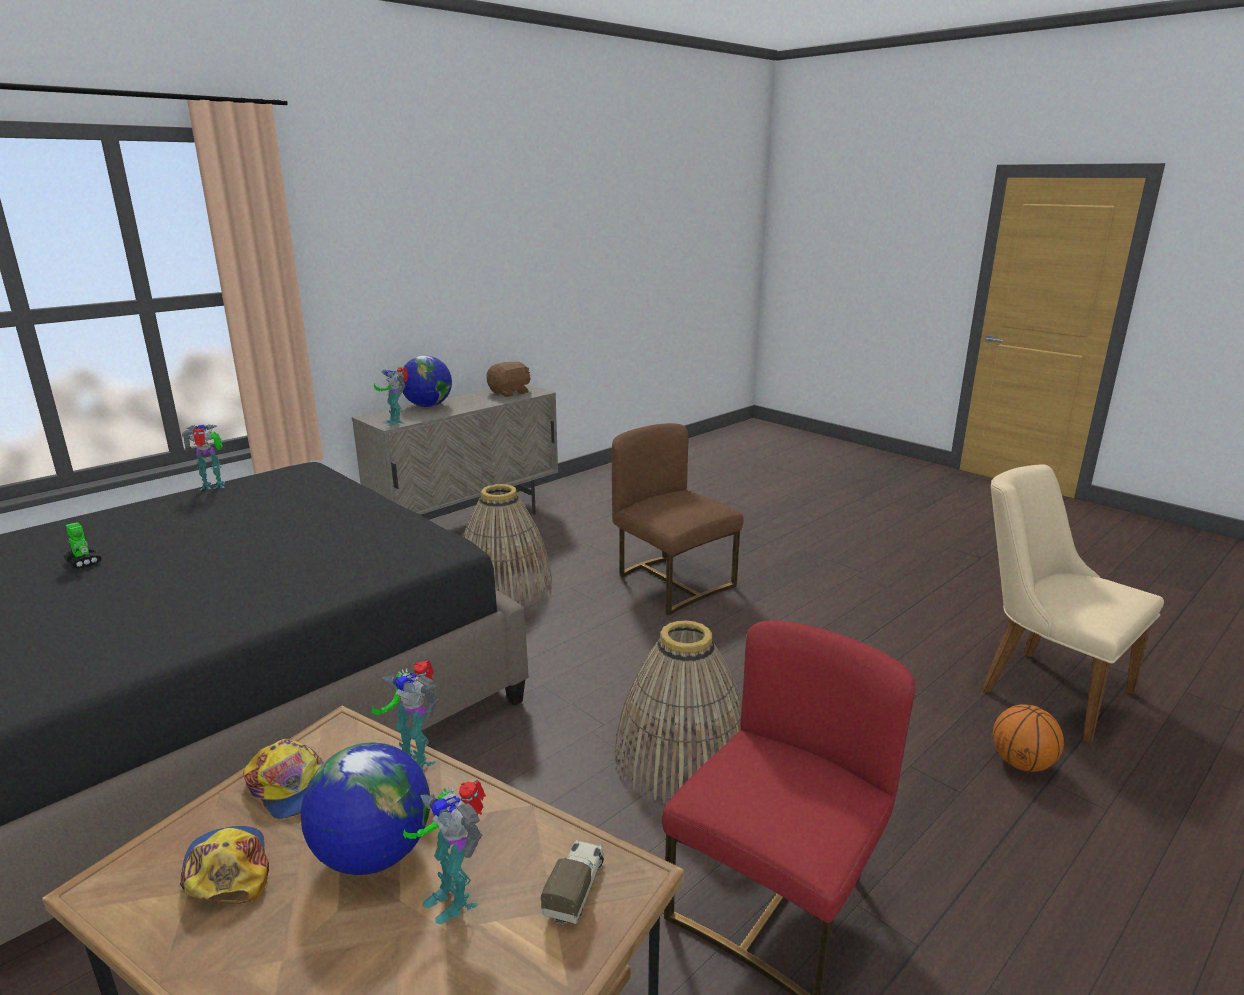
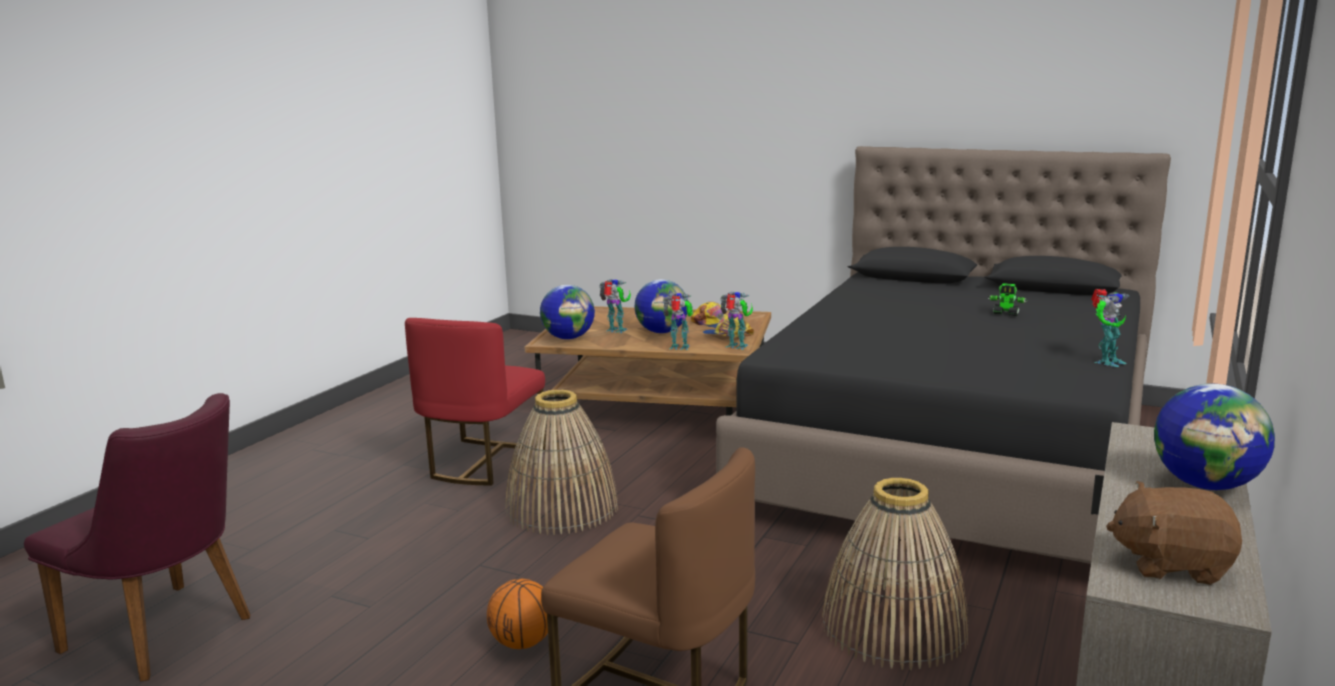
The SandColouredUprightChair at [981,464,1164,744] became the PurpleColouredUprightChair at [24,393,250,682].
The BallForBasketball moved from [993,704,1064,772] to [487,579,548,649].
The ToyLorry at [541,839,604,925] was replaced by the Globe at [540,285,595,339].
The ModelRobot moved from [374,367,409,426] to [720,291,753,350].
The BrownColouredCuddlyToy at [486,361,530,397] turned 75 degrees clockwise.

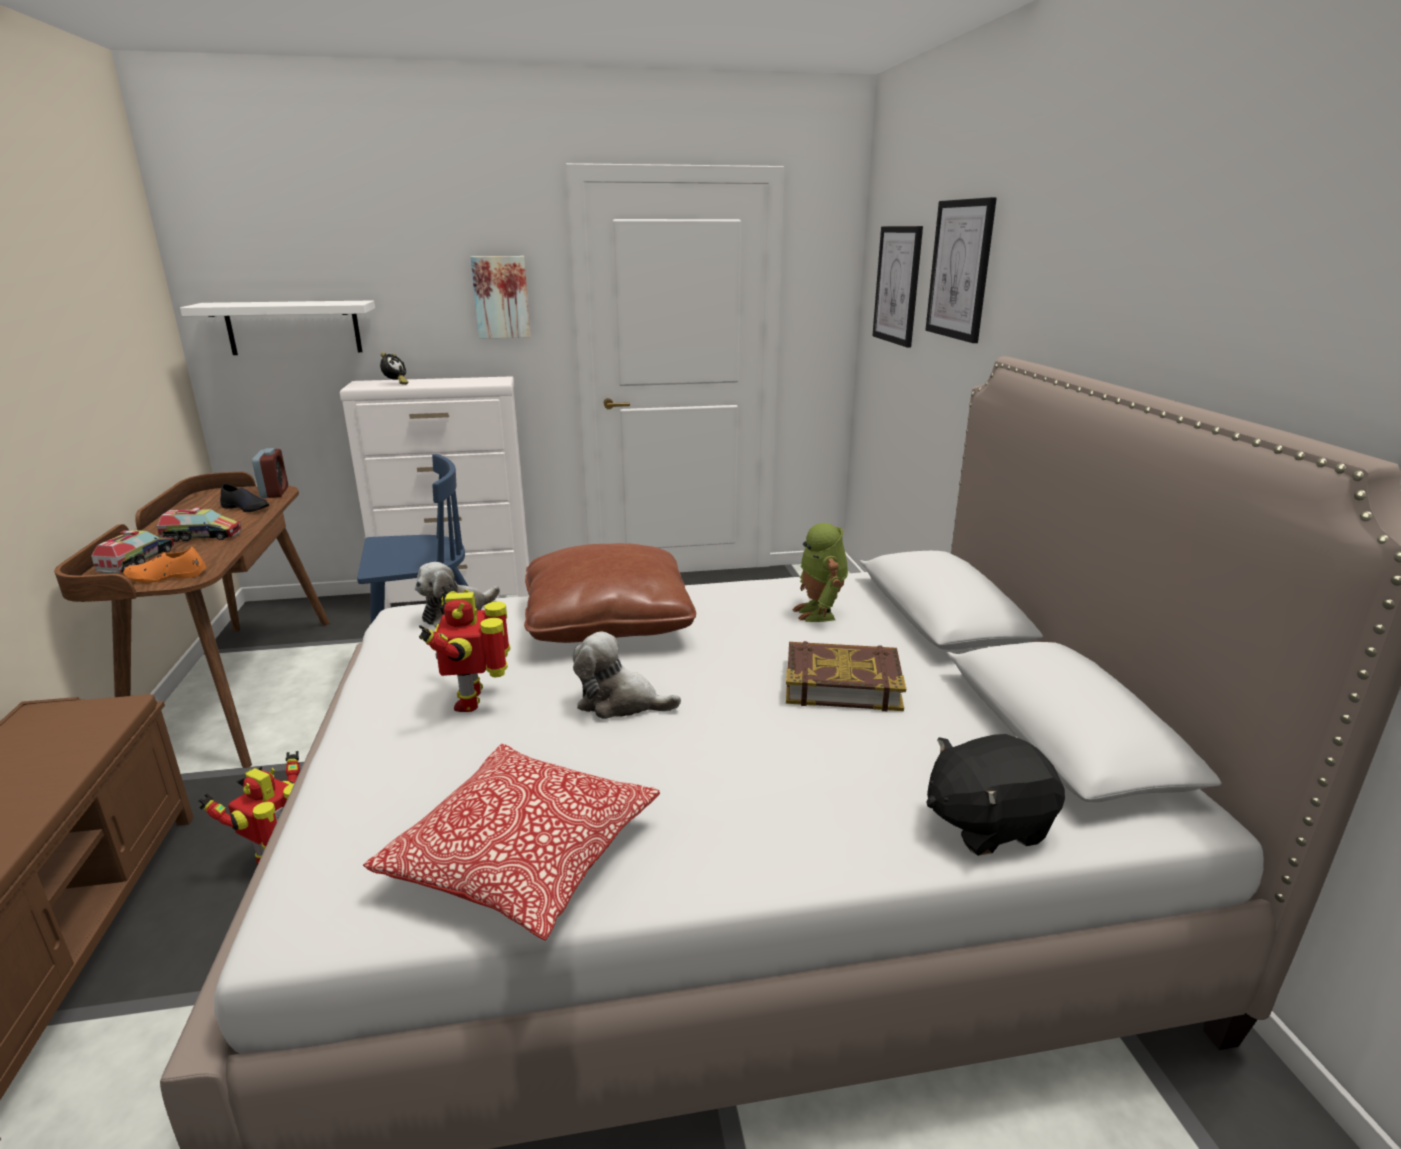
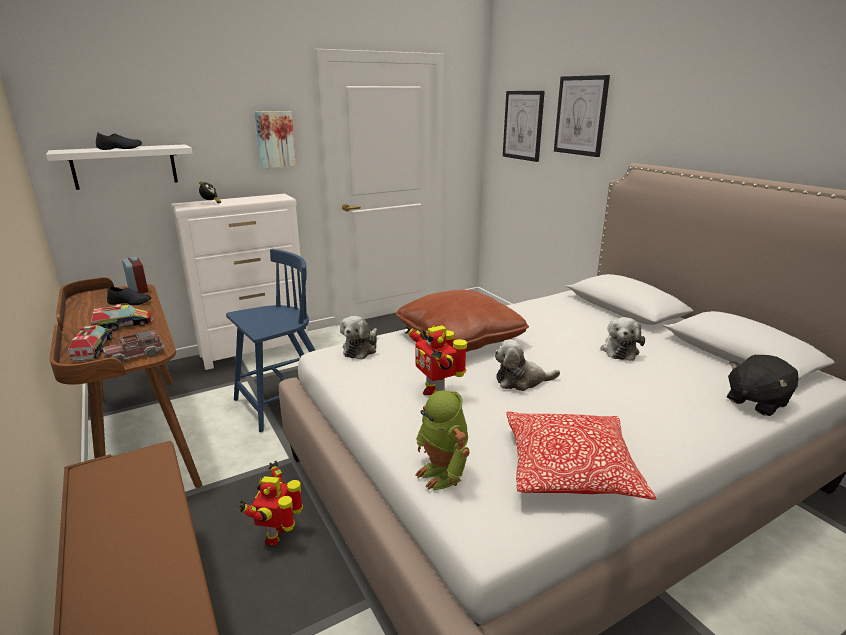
The BlackishLowShoe at [96,132,142,150] appeared.
The OrangeColouredLowShoe at [123,547,206,583] was replaced by the ToyLorry at [103,329,164,364].
The ModelRobot moved from [792,523,848,622] to [415,390,470,490].
The BoundBook at [786,641,906,711] was replaced by the CuddlyToy at [600,317,645,361].

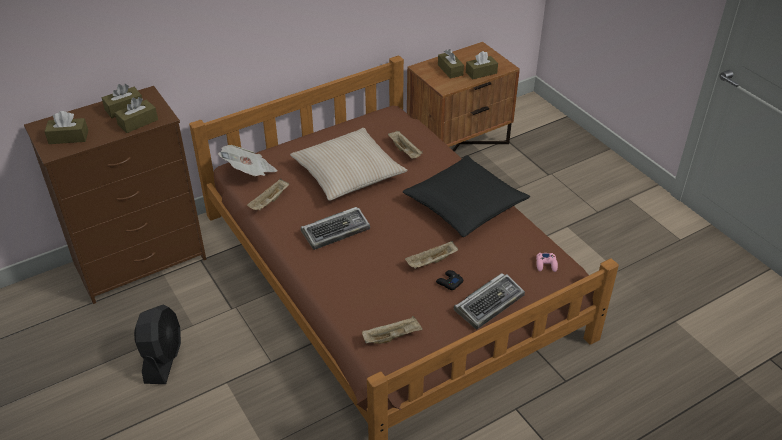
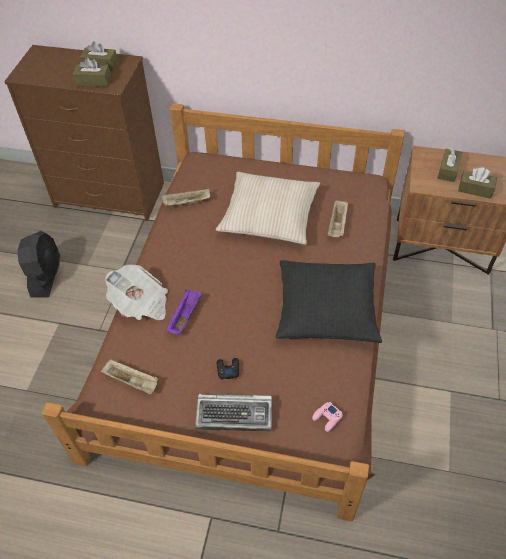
The BlackishCoolingFan at [134,304,181,384] turned 45 degrees counterclockwise.
The Newspaper moved from [218,145,278,176] to [105,265,168,320].
The PurpleColouredServingTray at [166,290,202,335] appeared.
The BrownColouredTissueBox at [44,111,88,144] disappeared.
The PcKeyboard at [301,207,370,250] disappeared.
The SandColouredServingTray at [405,241,458,269] disappeared.

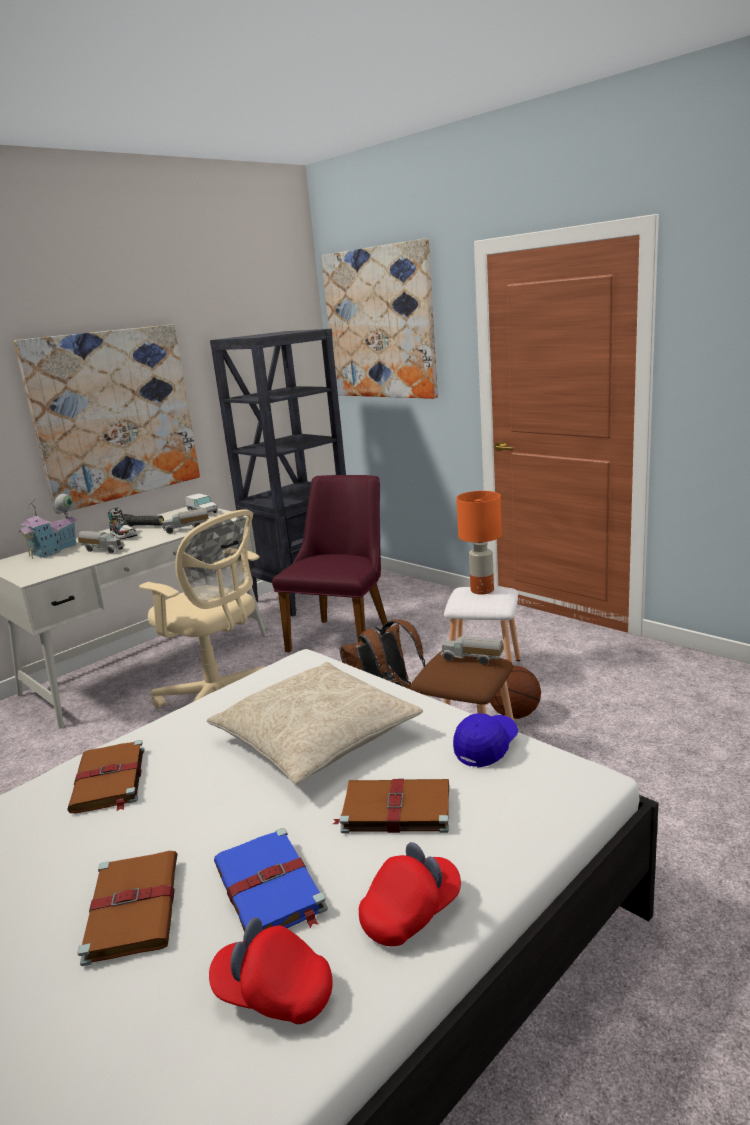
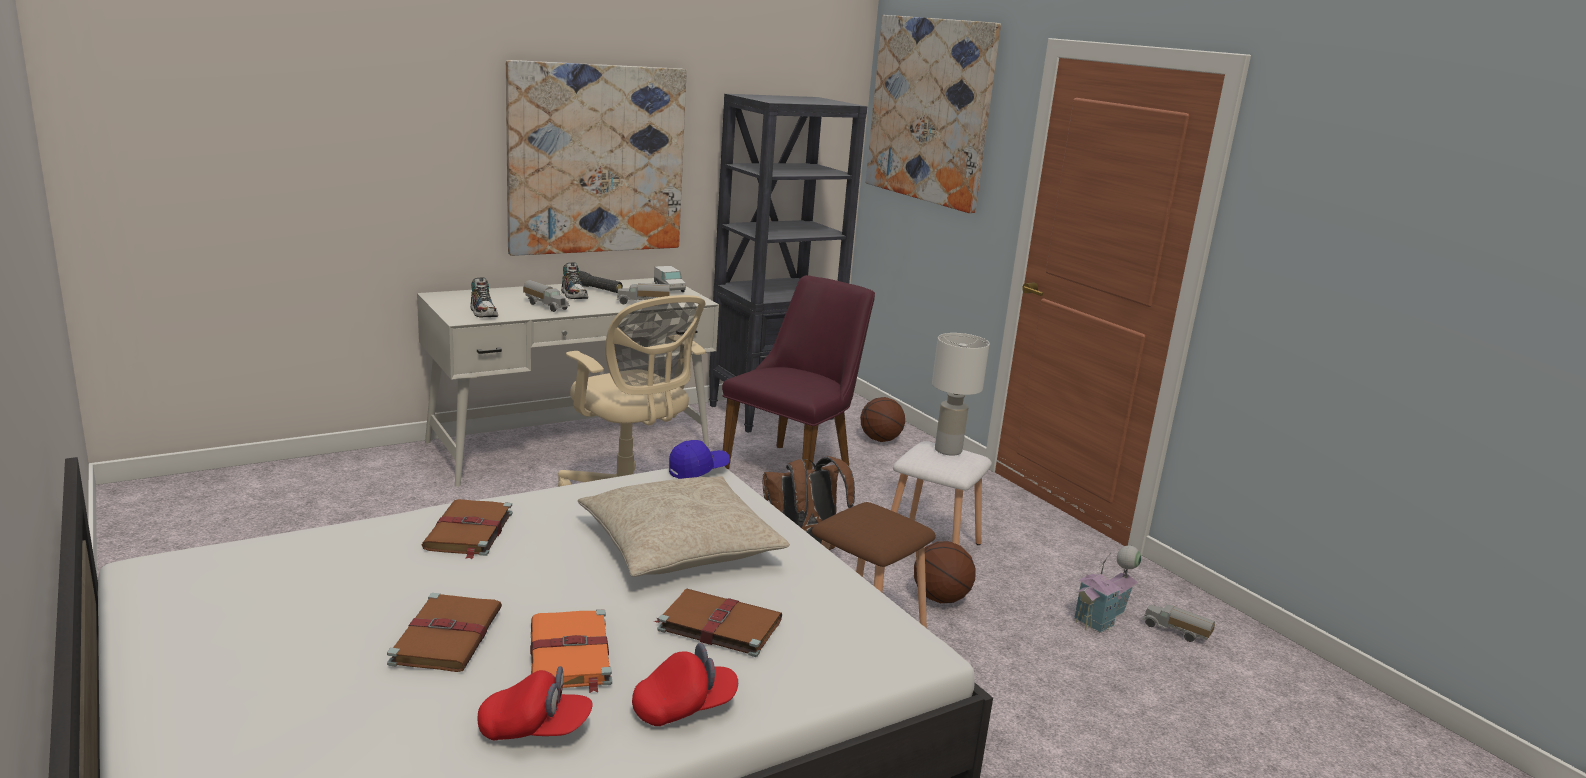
The LowShoe at [470,278,498,318] appeared.
The RedBaseballCap at [209,917,333,1024] turned 150 degrees clockwise.
The BluishBoundBook at [214,828,328,933] became the OrangeColouredBoundBook at [530,609,612,693].
The BluishBaseballCap moved from [453,713,518,768] to [669,440,730,479].
The BallForBasketball at [860,397,905,442] appeared.
The OrangeColouredTabletopLamp at [456,491,502,594] became the WhiteTabletopLamp at [932,333,990,456].
The ToyHouse moved from [18,494,78,559] to [1073,546,1141,633].
The ToyLorry moved from [440,636,504,665] to [1142,605,1215,642].

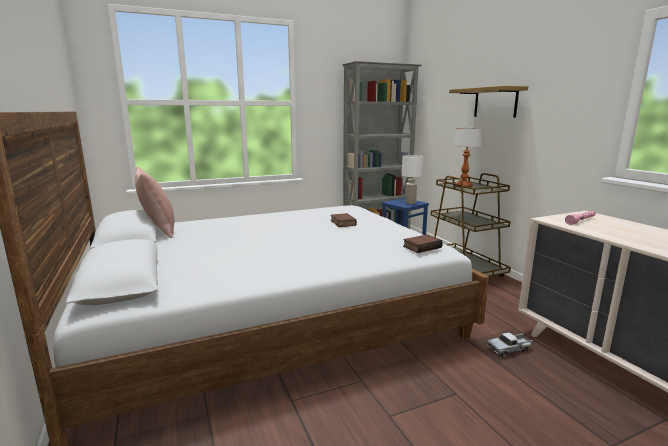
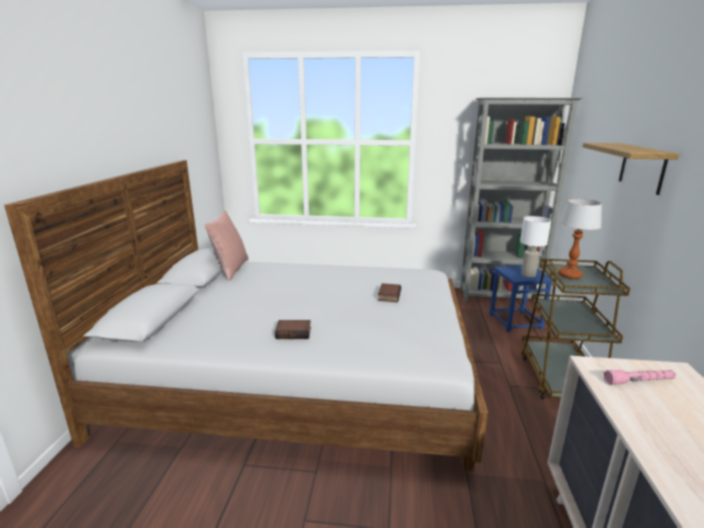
The BoundBook moved from [403,235,443,253] to [275,320,311,339].
The ToyLorry at [487,332,533,358] disappeared.

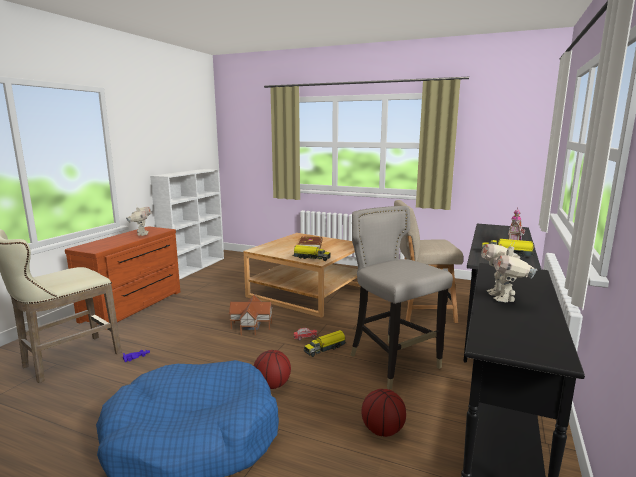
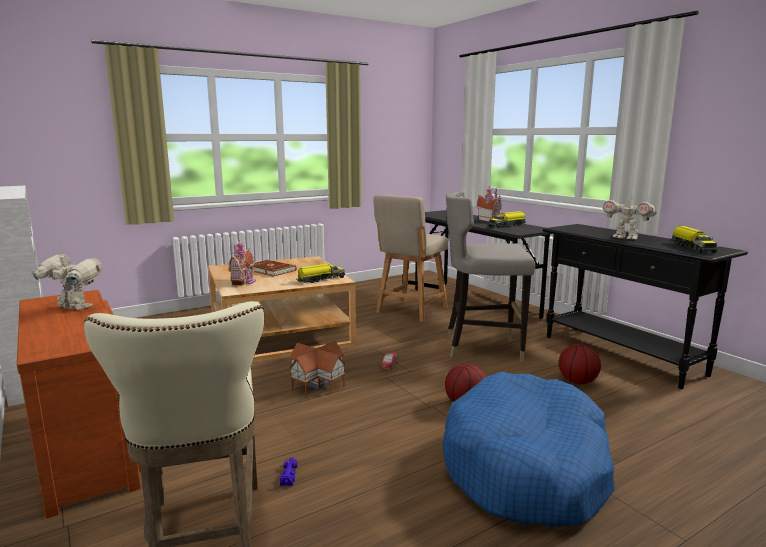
The ToyHouse at [228,240,256,286] appeared.
The ToyLorry moved from [304,330,347,357] to [671,226,718,253].

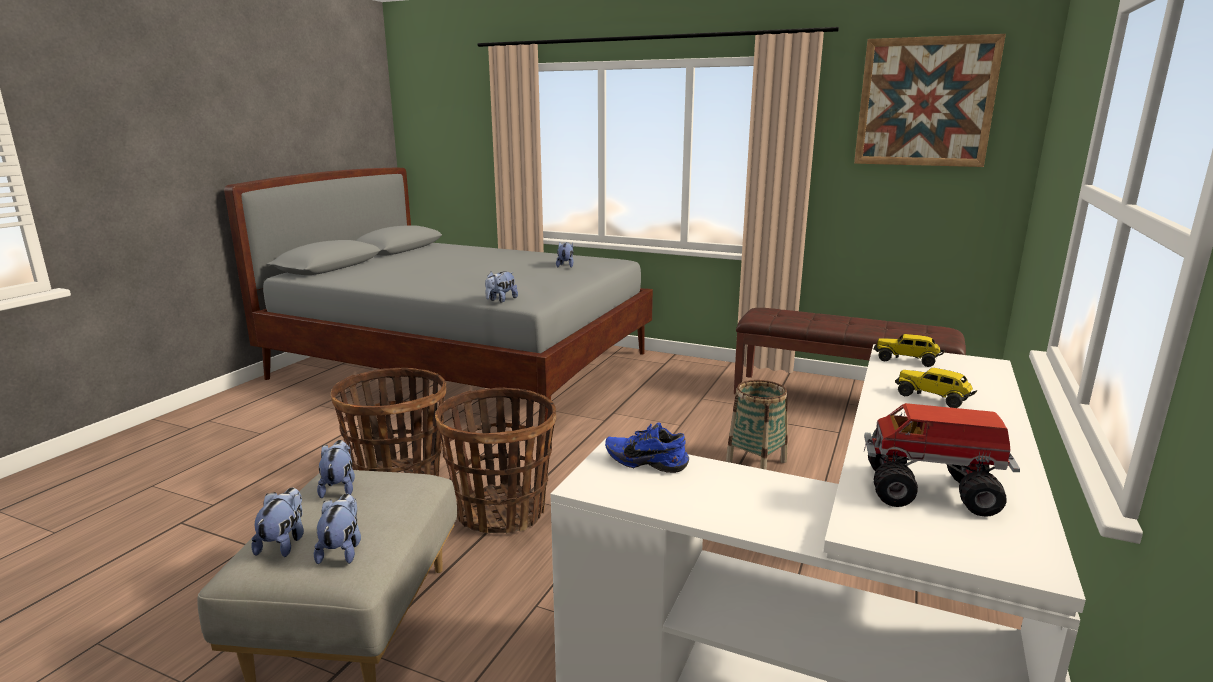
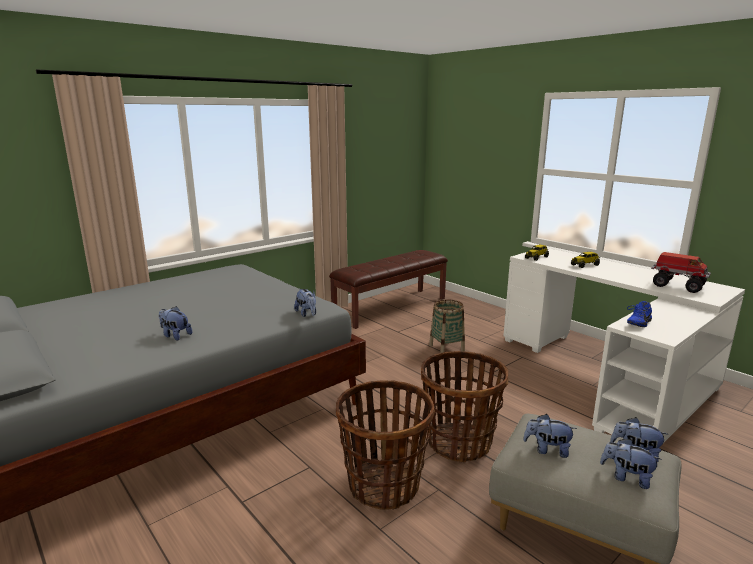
The CuddlyToy moved from [556,242,574,268] to [159,306,192,340].
The ToyLorry at [863,403,1020,517] turned 90 degrees counterclockwise.
The Picture at [854,34,1006,167] disappeared.

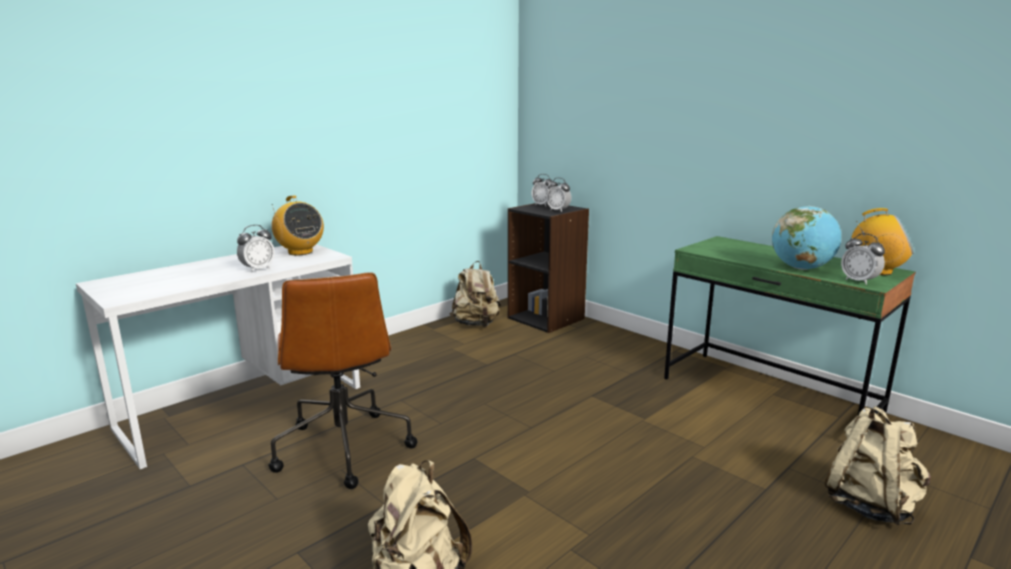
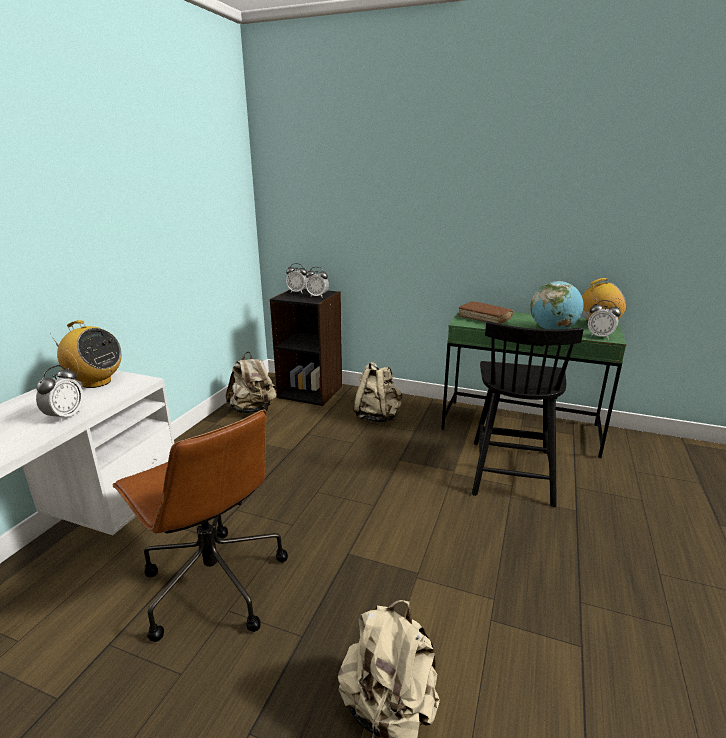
The SandColouredRucksack moved from [825,406,931,525] to [353,362,402,423].
The BrownColouredBoundBook at [458,301,513,324] appeared.
The BlackishUprightChair at [472,321,584,507] appeared.

